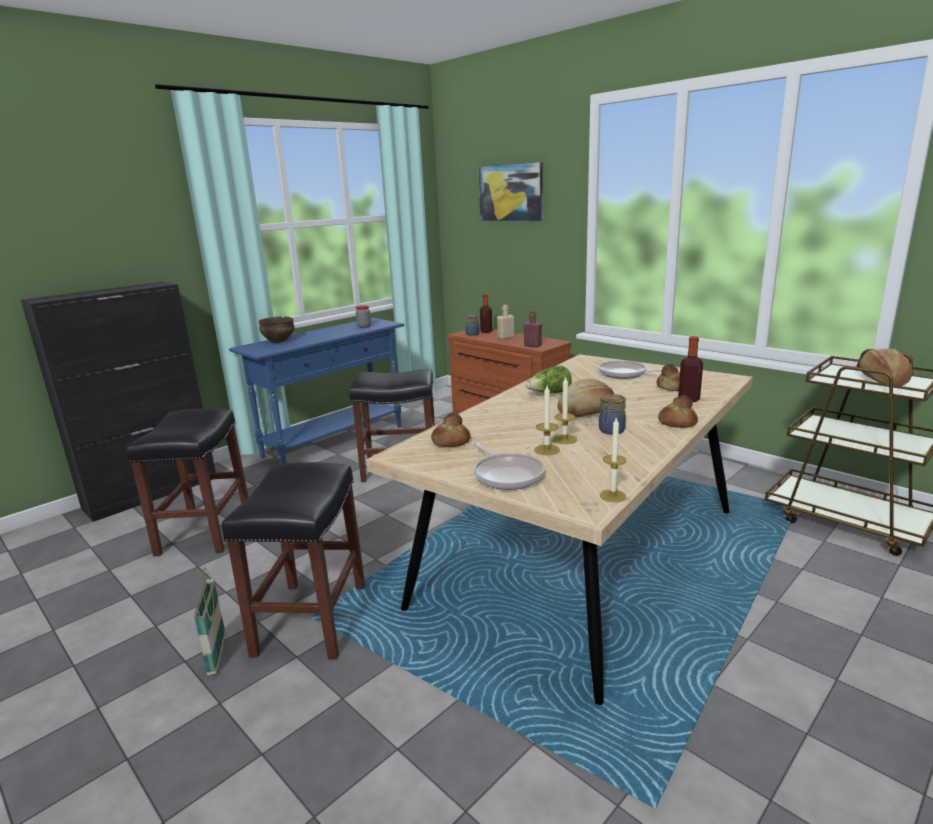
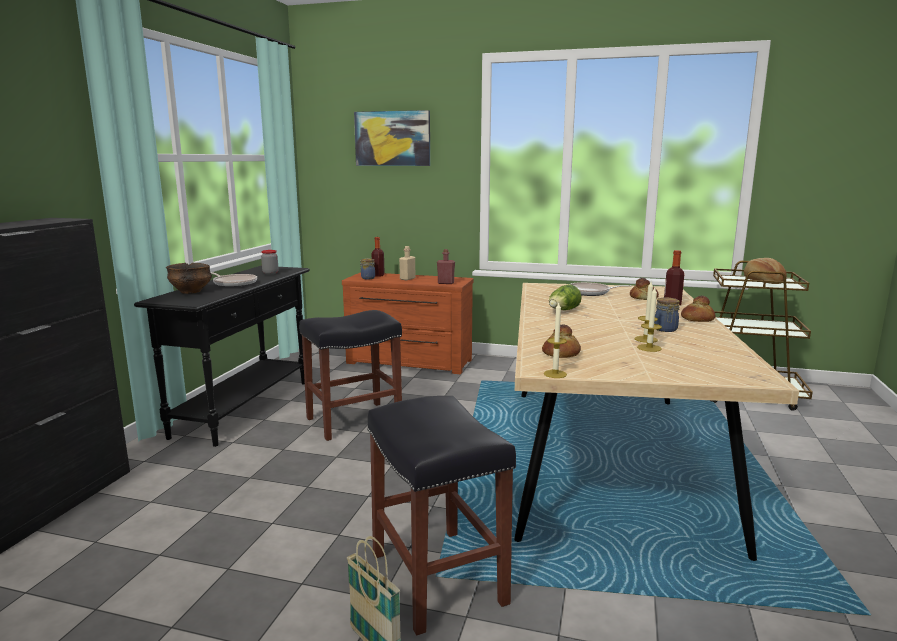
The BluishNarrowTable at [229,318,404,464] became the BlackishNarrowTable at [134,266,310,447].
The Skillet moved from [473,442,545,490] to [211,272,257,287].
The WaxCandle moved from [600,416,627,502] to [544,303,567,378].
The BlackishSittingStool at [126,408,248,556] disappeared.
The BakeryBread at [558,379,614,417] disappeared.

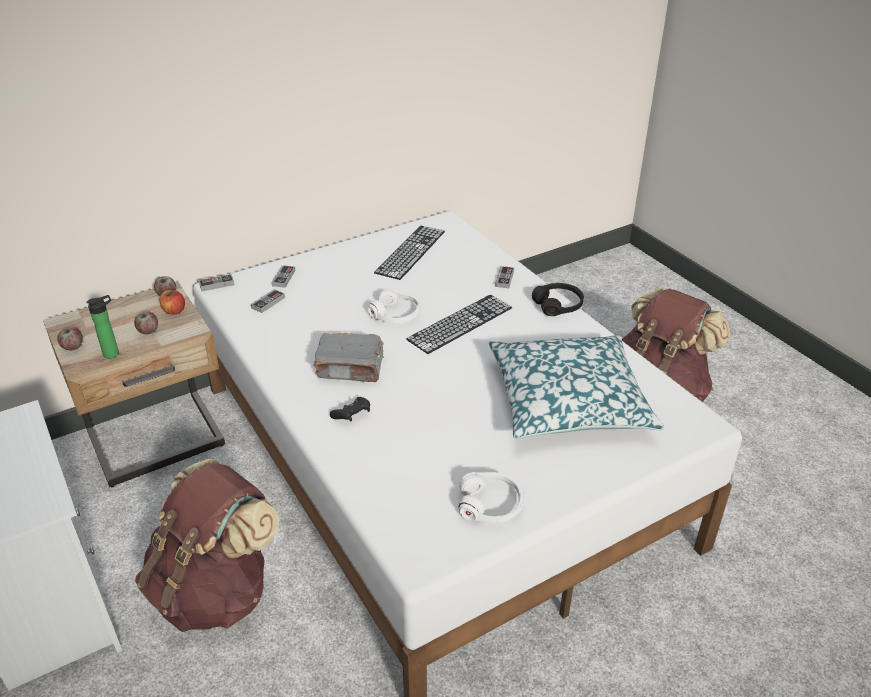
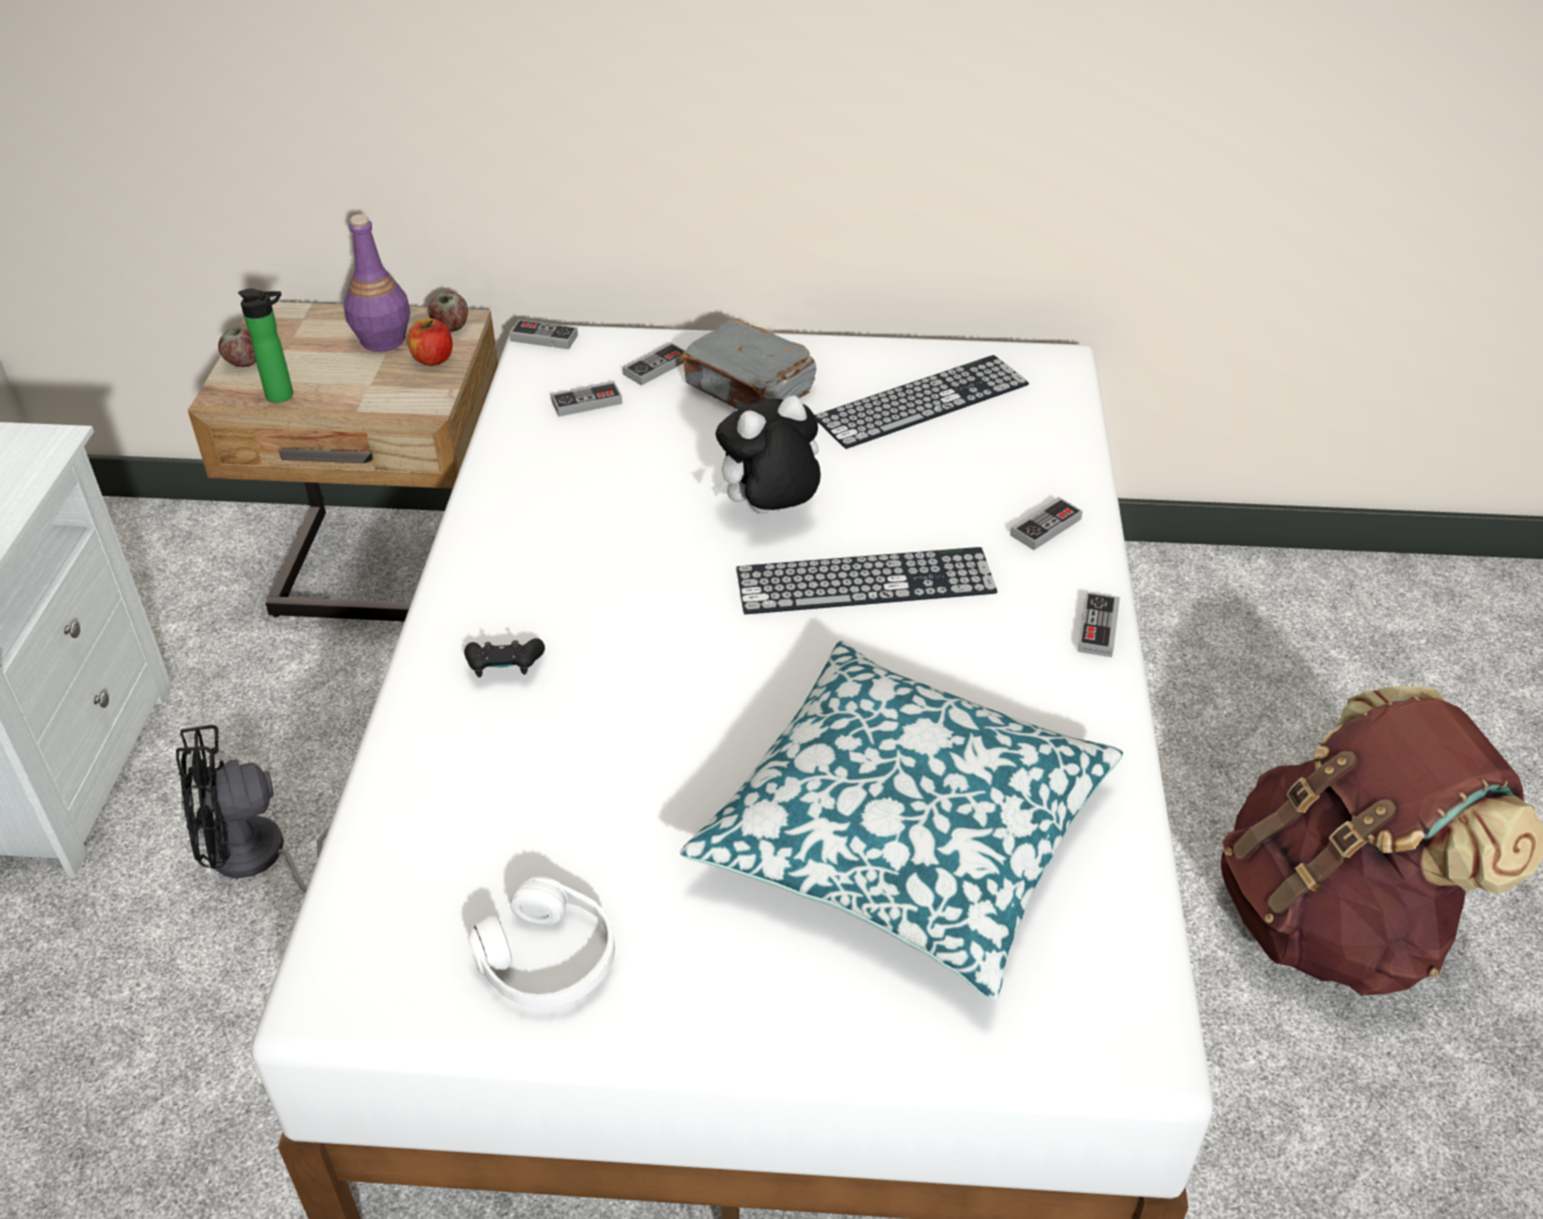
The BrownColouredRucksack at [135,459,280,632] was replaced by the BlackishCoolingFan at [176,725,329,893].
The PurpleColouredBeverageBottle at [344,214,410,352] appeared.
The GrayBoundBook moved from [314,333,385,382] to [679,318,816,410].
The WhiteHeadphones at [368,289,420,323] was replaced by the CuddlyToy at [711,395,821,513].
The BlackishHeadphones at [532,283,584,316] was replaced by the Gamepad at [1077,592,1120,657].
The Apple at [134,312,158,334] disappeared.

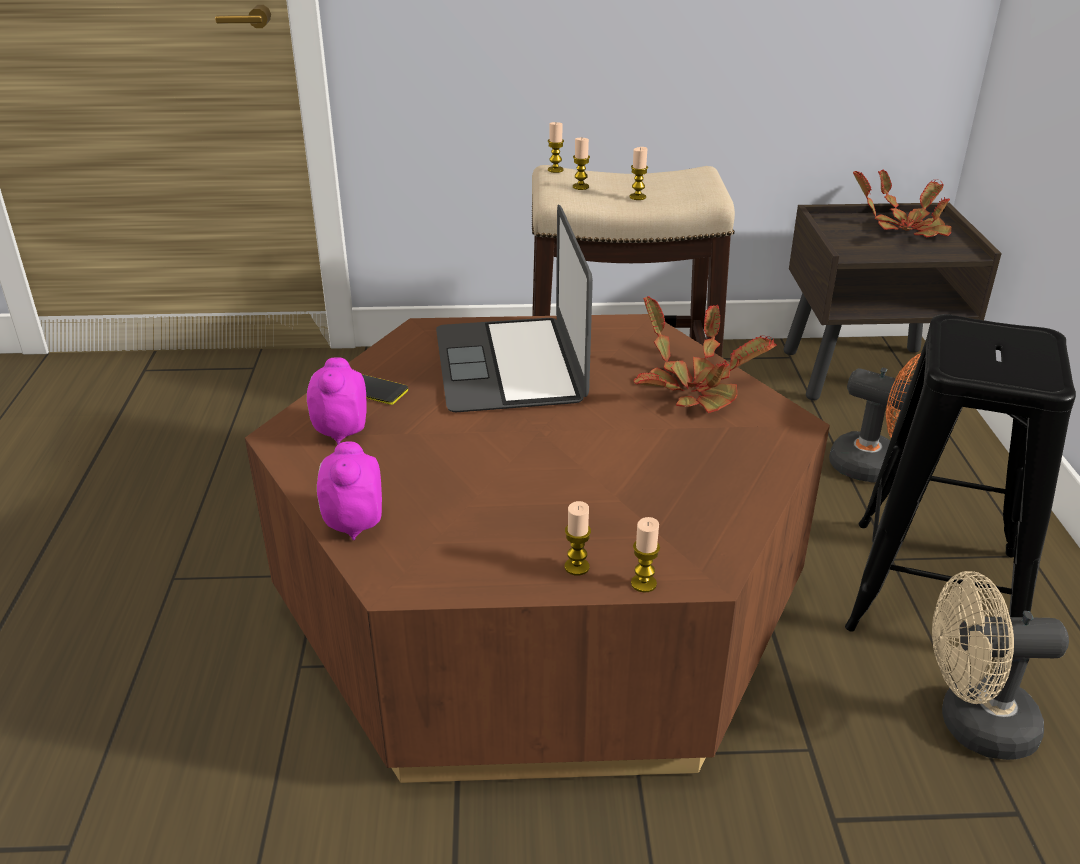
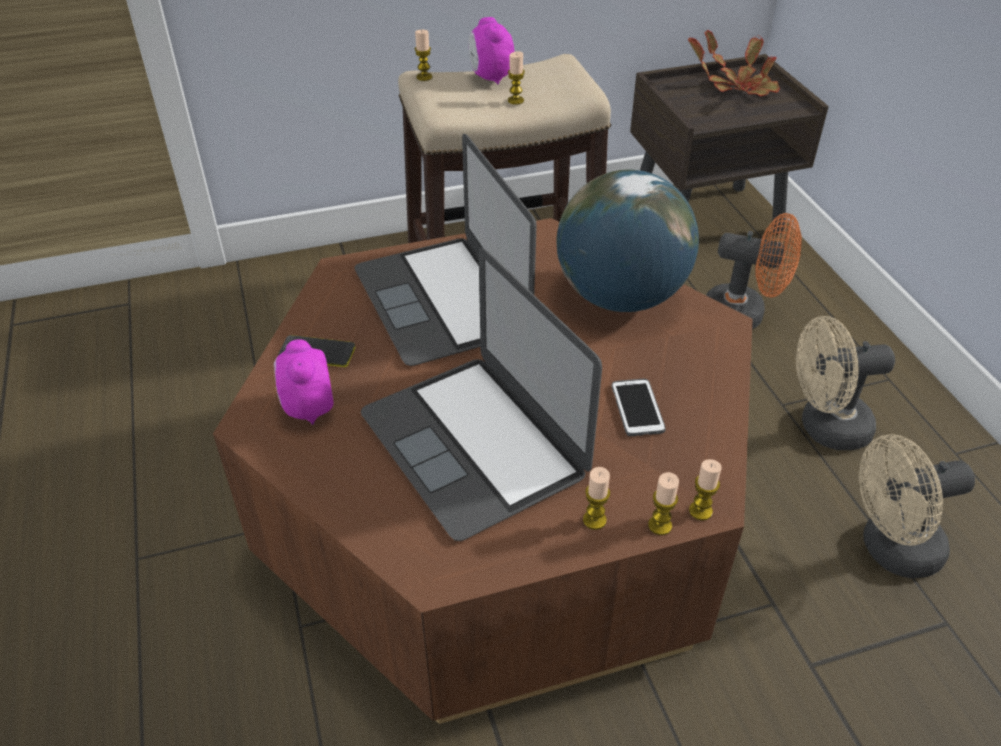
The Laptop at [361,248,602,541] appeared.
The AlarmClock moved from [317,441,382,540] to [468,17,514,84].
The PottedPlant at [634,296,777,413] was replaced by the Globe at [556,170,699,312].
The Handset at [612,379,666,436] appeared.
The WaxCandle moved from [573,138,590,190] to [689,459,722,521].
The BlackishSittingStool at [845,314,1076,632] was replaced by the SandColouredCoolingFan at [796,316,895,450].

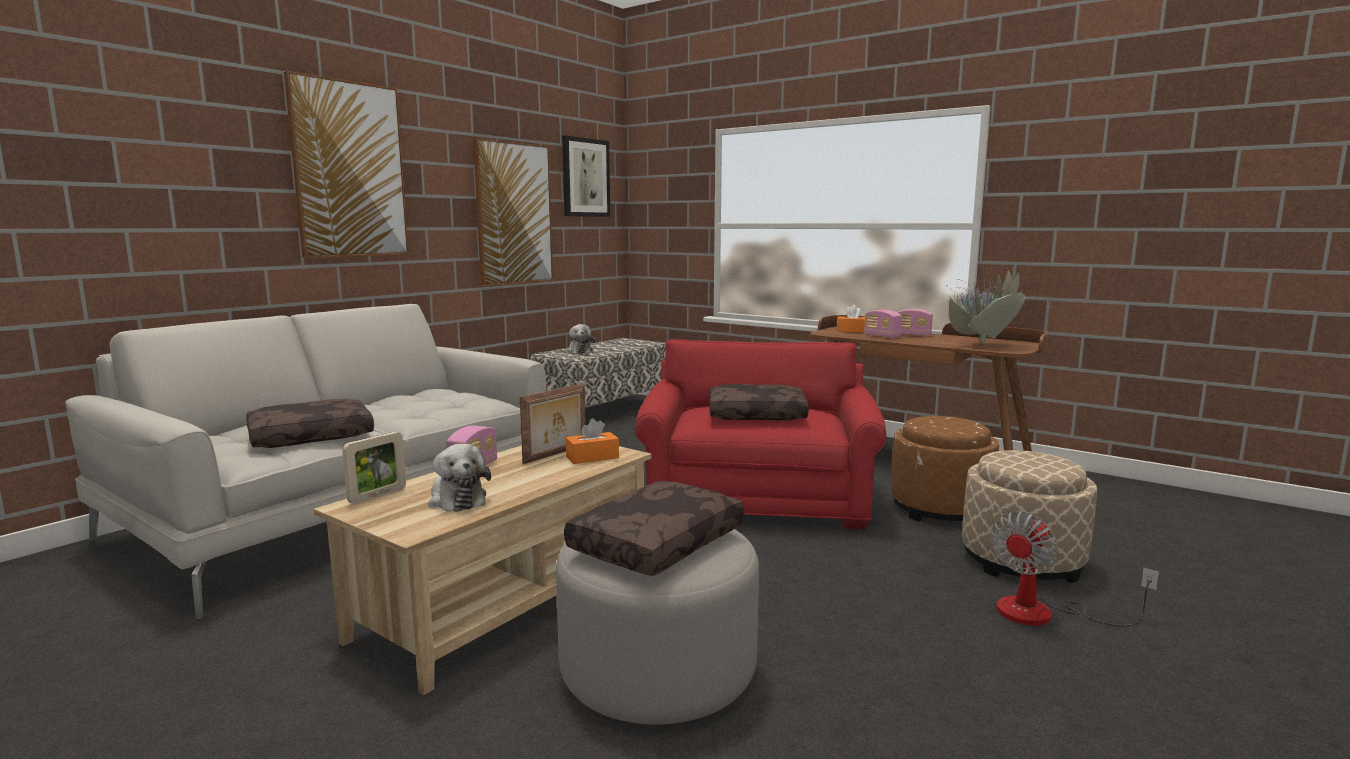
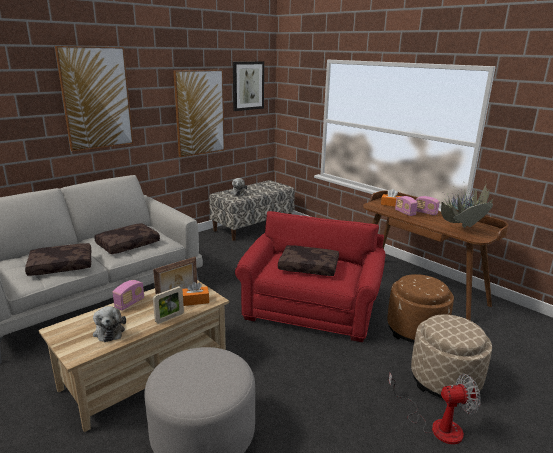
The BrownColouredThrowPillow moved from [564,481,744,576] to [94,223,160,254].
The PictureFrame moved from [342,432,406,504] to [153,286,184,324].
The CoolingFan at [990,511,1159,627] turned 150 degrees counterclockwise.

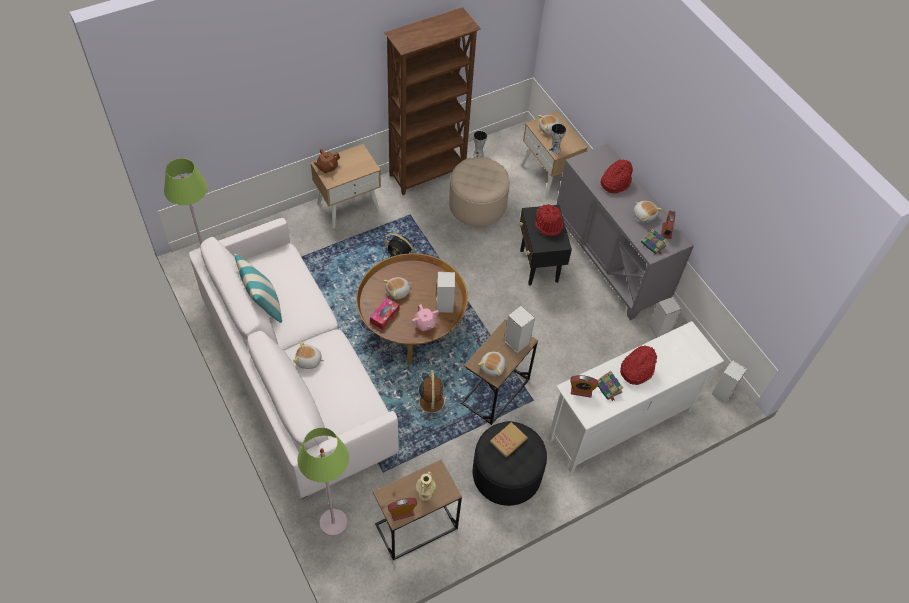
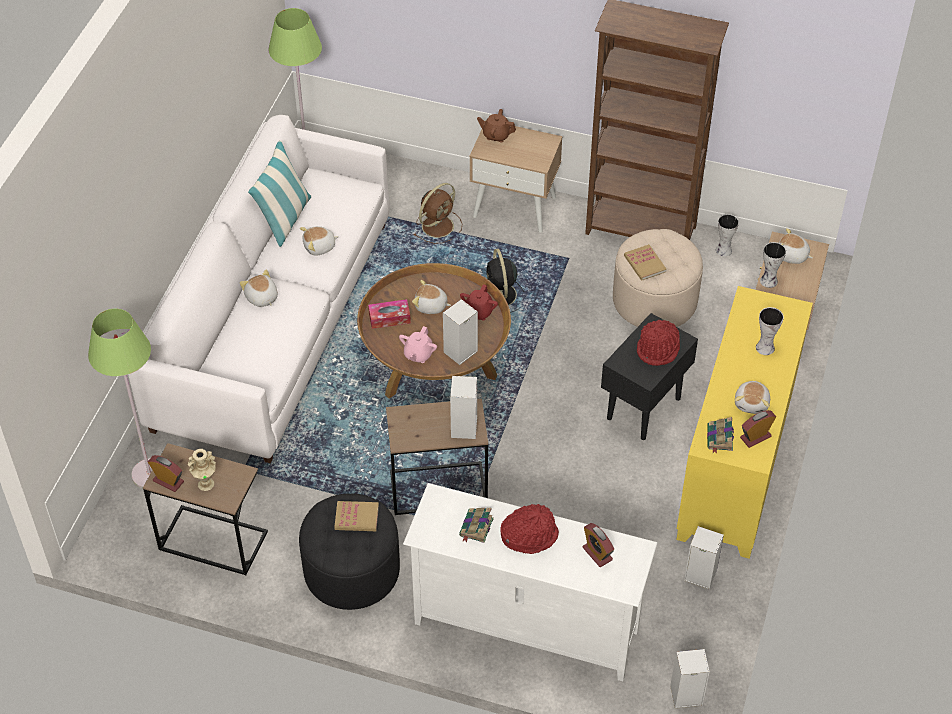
The CuddlyToy moved from [478,351,506,376] to [300,226,339,256].
The BrownColouredCoolingFan moved from [413,370,450,420] to [413,183,462,244].
The RedTeaPot at [460,284,498,320] appeared.
The AlarmClock moved from [570,375,598,398] to [582,523,614,567].
The BoundBook at [624,244,667,280] appeared.
The GrayStorageCabinet at [556,143,694,320] became the YellowishStorageCabinet at [677,286,813,559].
The RedHat at [601,159,633,193] was replaced by the FlowerVase at [756,307,784,355].

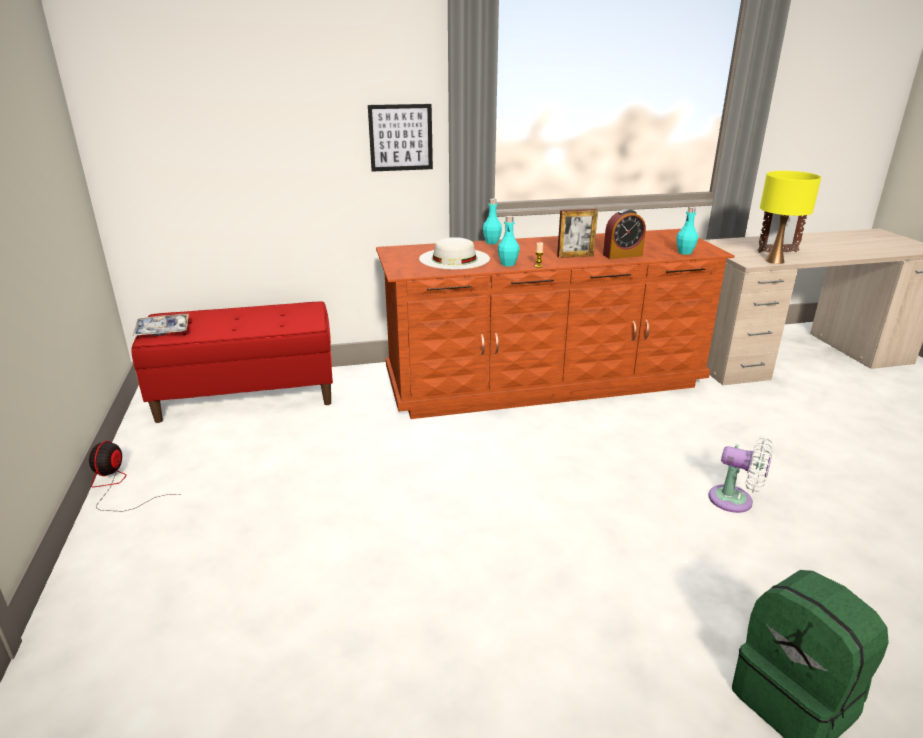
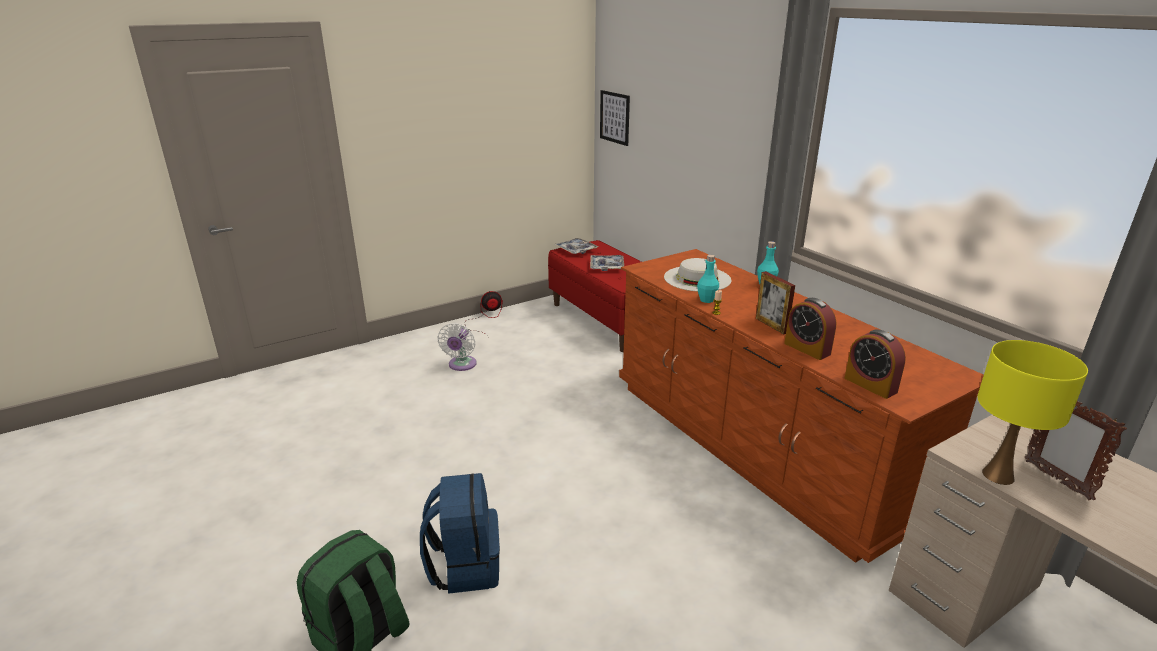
The BluishRucksack at [420,473,500,594] appeared.
The WhiteCoolingFan moved from [708,436,774,513] to [437,323,477,371].
The ServingTray at [590,255,624,271] appeared.
The Picture moved from [368,104,433,172] to [600,90,630,146].
The TurquoiseColouredBeverageBottle at [676,206,698,255] was replaced by the AlarmClock at [844,330,906,399].

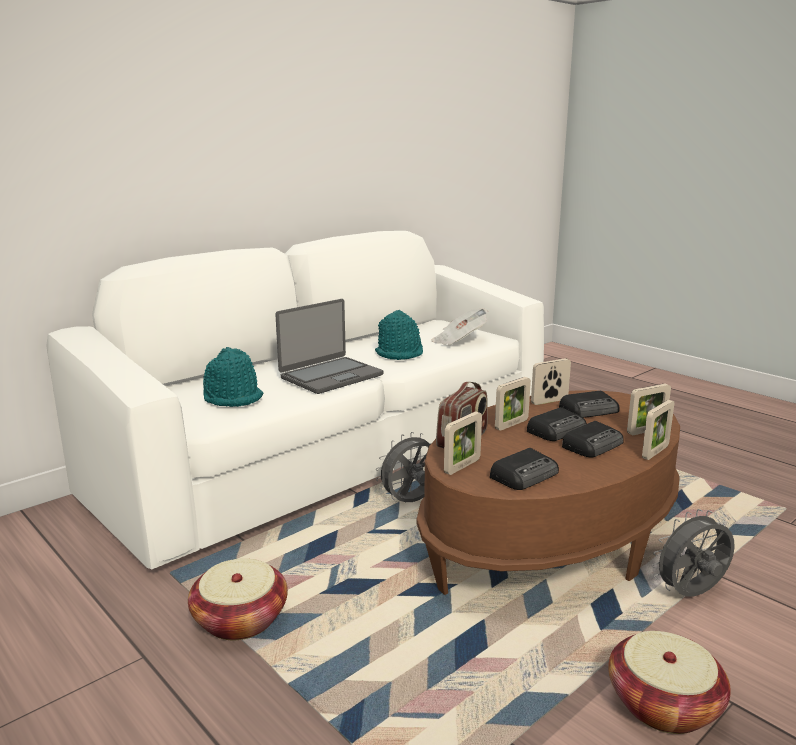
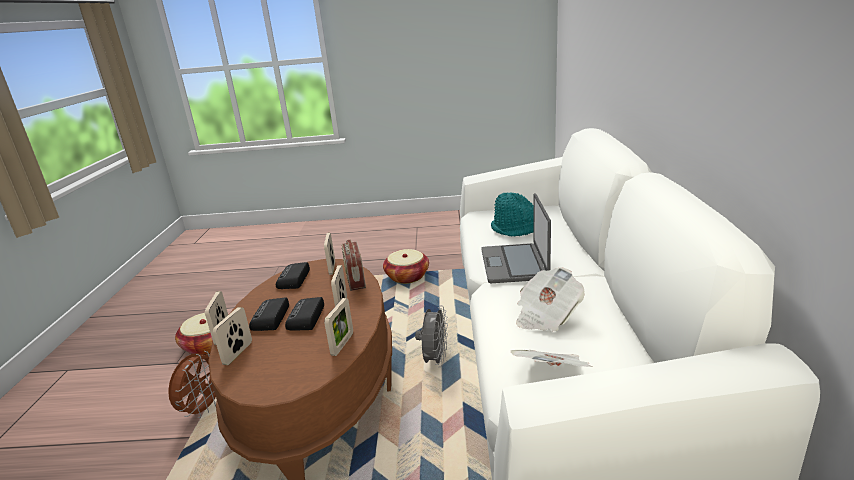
The GrayCoolingFan at [652,509,735,597] became the BrownColouredCoolingFan at [168,351,216,418].
The TurquoiseColouredHat at [375,310,423,360] was replaced by the Newspaper at [516,267,585,332].
The RadioSet at [559,391,620,418] disappeared.

